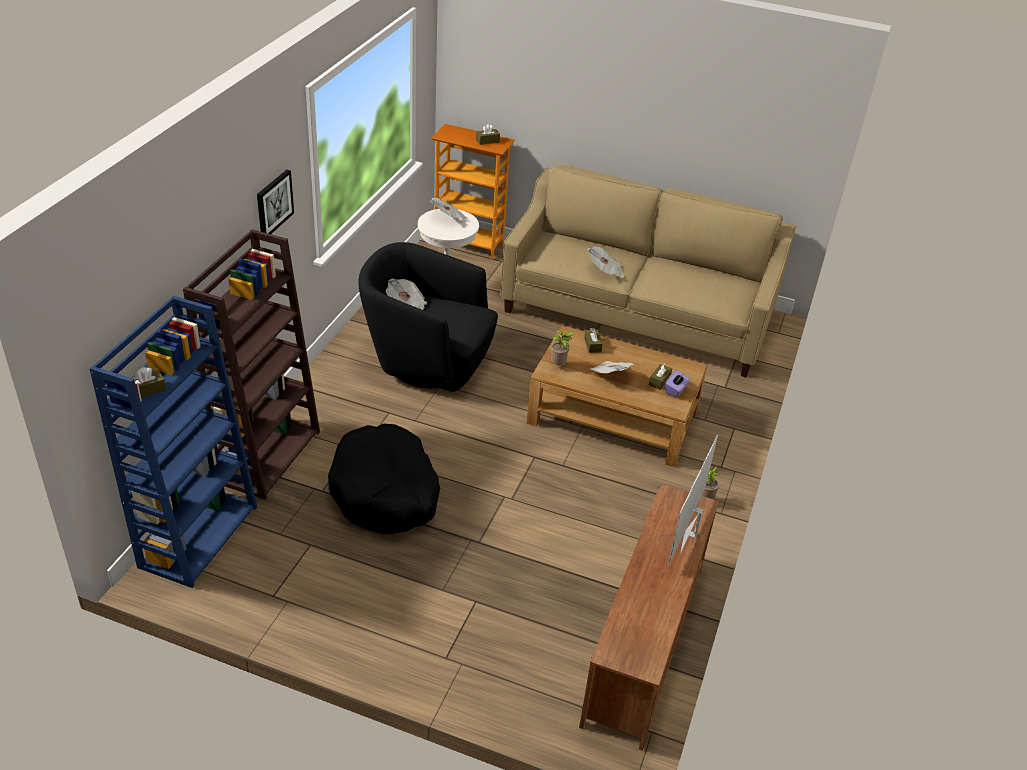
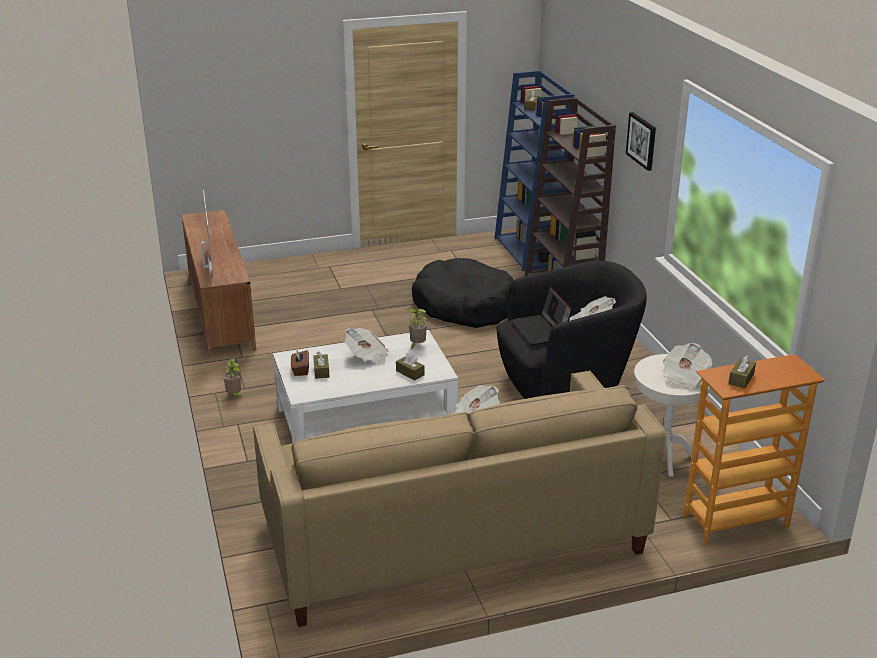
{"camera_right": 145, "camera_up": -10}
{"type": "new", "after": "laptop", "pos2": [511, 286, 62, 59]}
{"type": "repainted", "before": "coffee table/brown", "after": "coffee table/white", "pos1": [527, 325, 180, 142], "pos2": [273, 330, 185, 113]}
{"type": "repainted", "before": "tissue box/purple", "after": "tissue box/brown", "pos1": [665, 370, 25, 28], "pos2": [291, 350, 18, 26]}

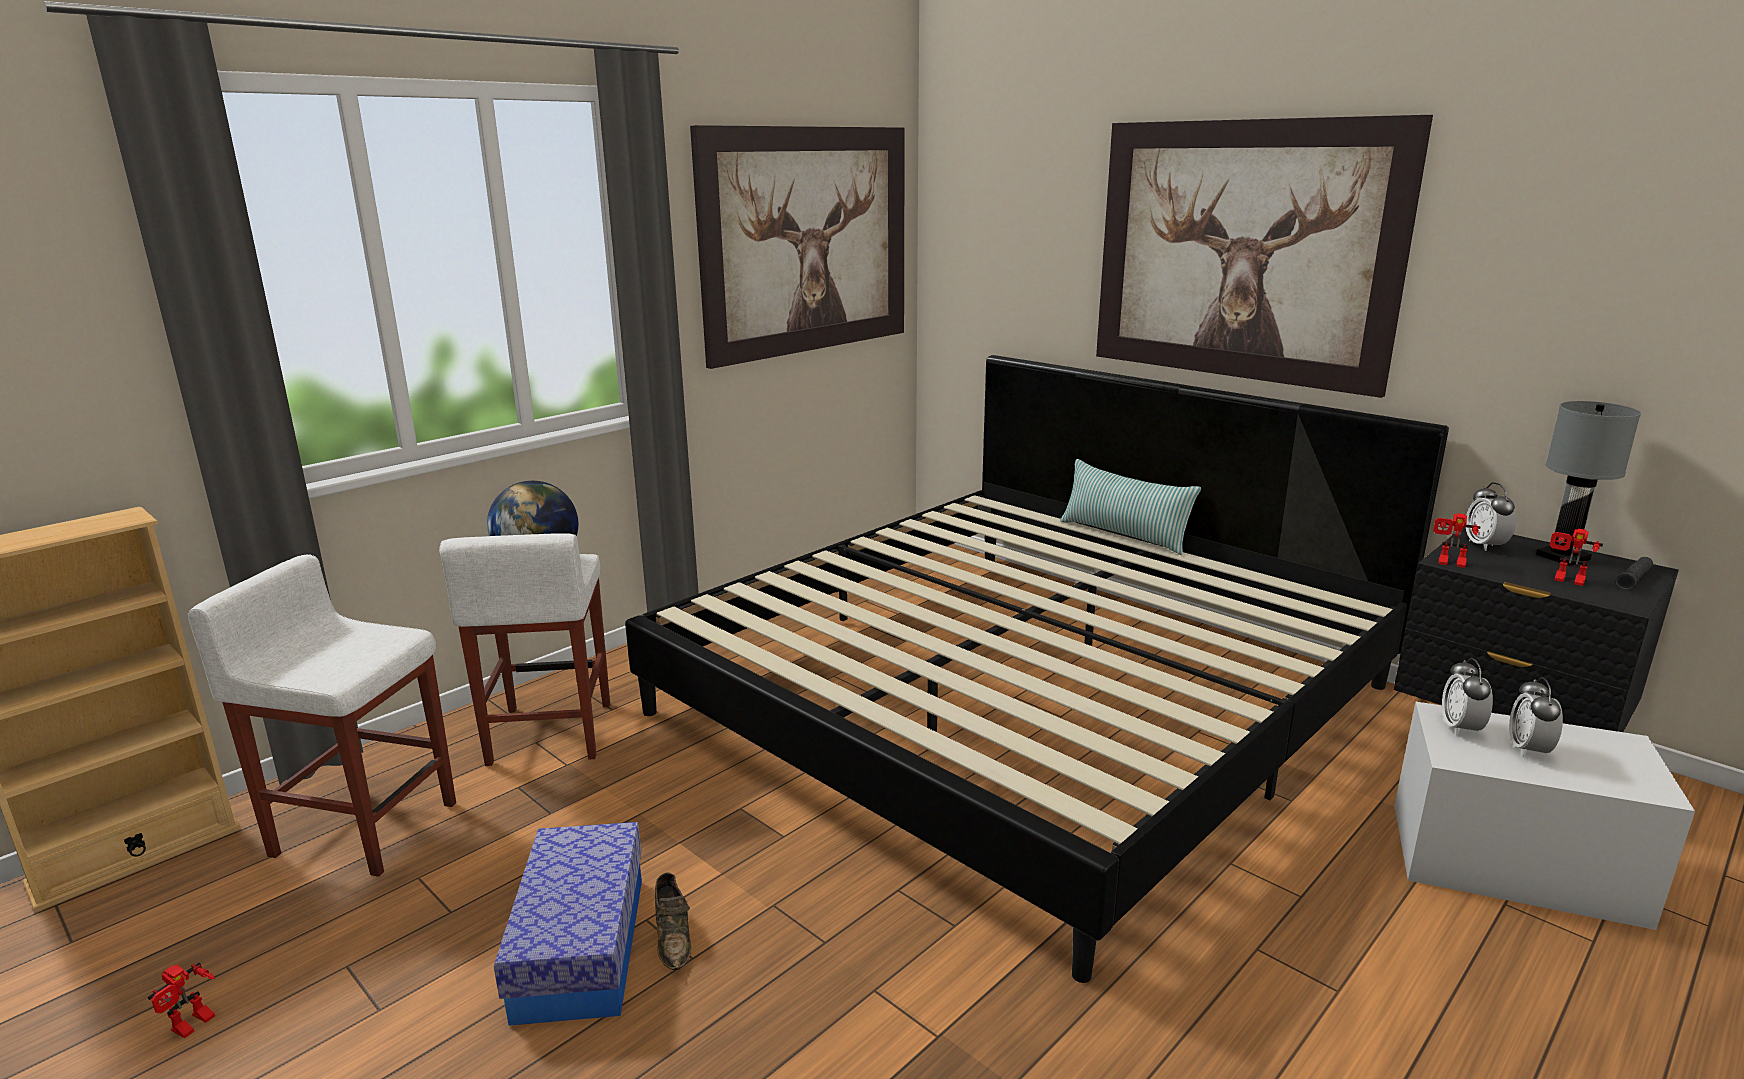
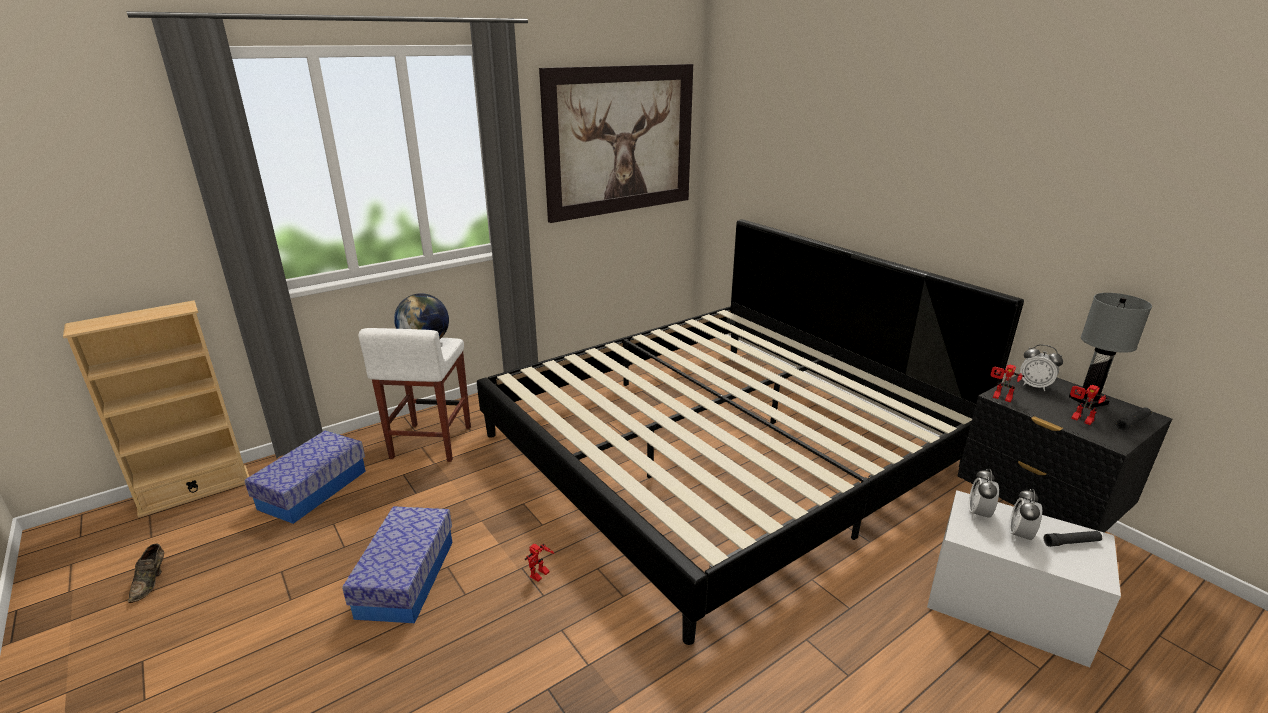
{"camera_right": 10, "camera_up": 5}
{"type": "gone", "before": "pillow", "pos1": [1060, 459, 141, 96]}
{"type": "gone", "before": "picture", "pos1": [1096, 115, 337, 283]}
{"type": "new", "after": "flashlight/black", "pos2": [1044, 531, 58, 16]}
{"type": "shifted", "before": "toy robot", "pos1": [148, 963, 67, 75], "pos2": [525, 544, 30, 38]}
{"type": "shifted", "before": "shoe/brown", "pos1": [654, 873, 37, 97], "pos2": [128, 543, 36, 60]}
{"type": "swapped", "before": "stool/white", "after": "storage box", "pos1": [187, 554, 269, 323], "pos2": [245, 431, 121, 93]}
{"type": "rotated", "before": "alarm clock", "pos1": [1466, 483, 50, 68], "pos2": [1020, 344, 43, 47], "turn": -60}

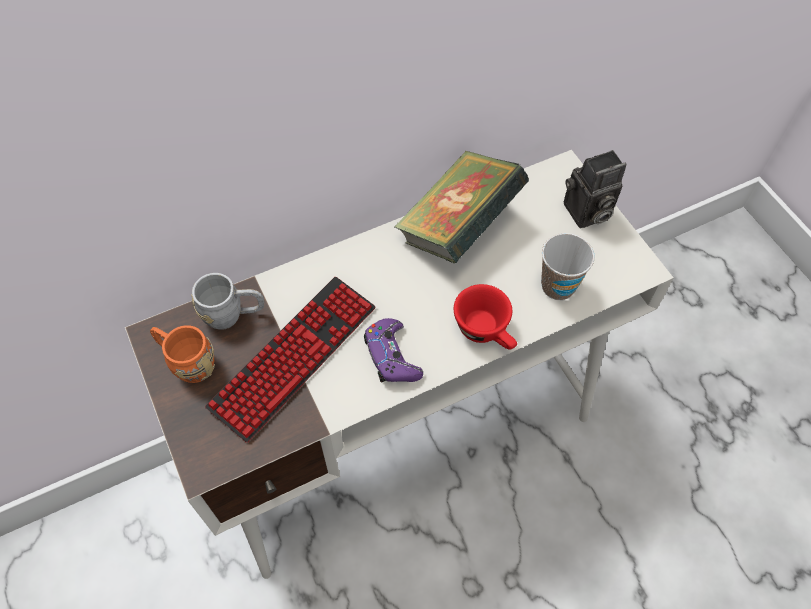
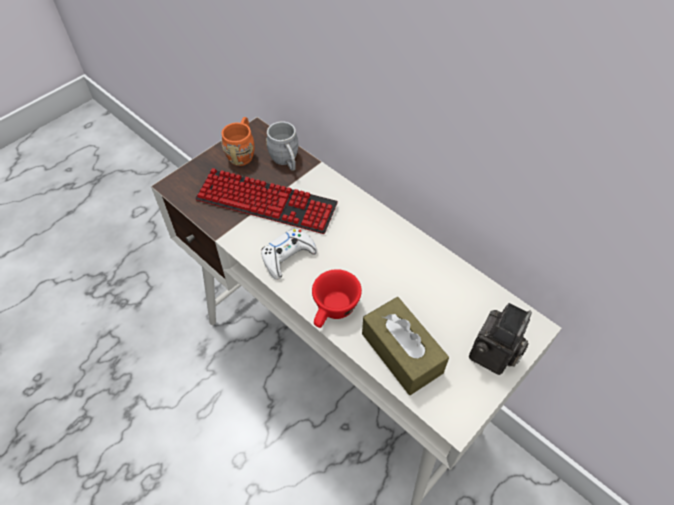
{"camera_right": 70, "camera_up": -5}
{"type": "gone", "before": "book", "pos1": [395, 151, 134, 112]}
{"type": "swapped", "before": "cup", "after": "tissue box/brown", "pos1": [541, 233, 54, 67], "pos2": [362, 297, 87, 98]}
{"type": "repainted", "before": "game controller/purple", "after": "game controller/white", "pos1": [364, 318, 59, 65], "pos2": [261, 228, 56, 52]}
{"type": "rotated", "before": "photo camera", "pos1": [564, 150, 62, 78], "pos2": [469, 303, 63, 72], "turn": -105}

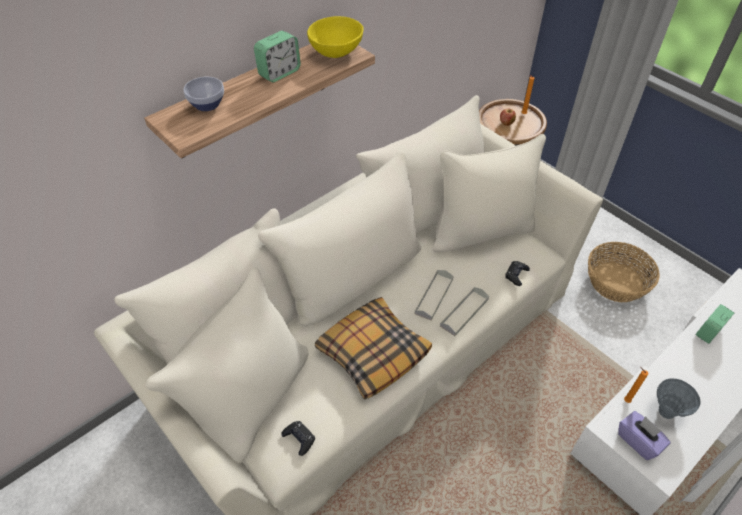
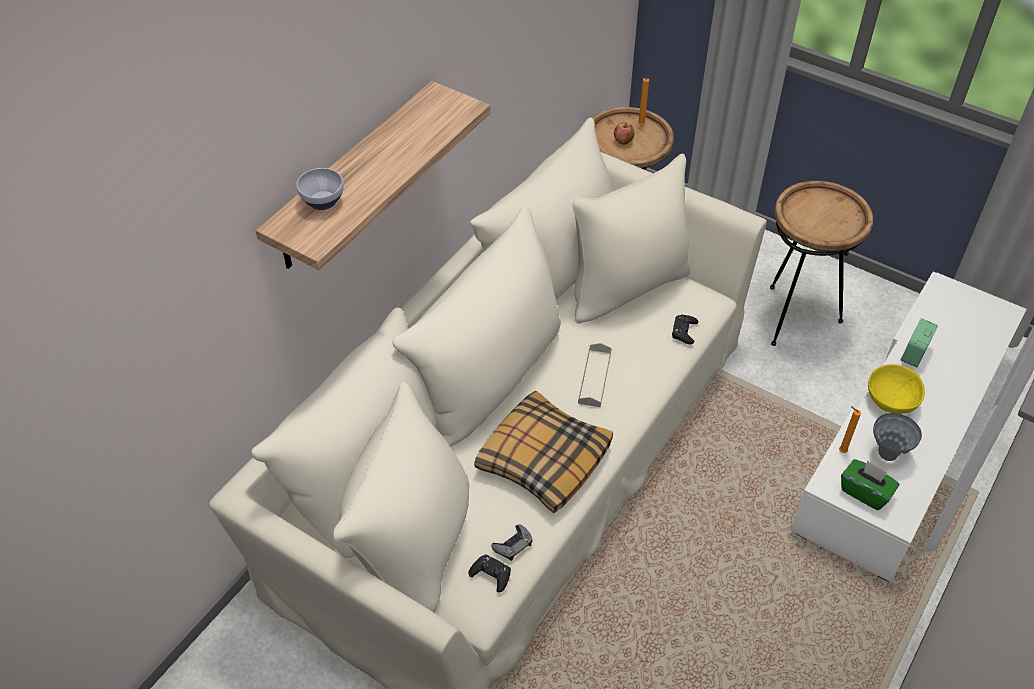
{"camera_right": -15, "camera_up": 0}
{"type": "gone", "before": "alarm clock", "pos1": [254, 31, 47, 51]}
{"type": "gone", "before": "tray/grey", "pos1": [440, 287, 49, 49]}
{"type": "new", "after": "game controller/grey", "pos2": [491, 524, 42, 37]}
{"type": "shifted", "before": "bowl/yellow", "pos1": [307, 16, 57, 42], "pos2": [868, 364, 57, 50]}
{"type": "swapped", "before": "basket", "after": "side table/brown", "pos1": [588, 242, 72, 60], "pos2": [770, 181, 103, 165]}
{"type": "repainted", "before": "tissue box/purple", "after": "tissue box/green", "pos1": [618, 411, 53, 49], "pos2": [841, 459, 58, 51]}

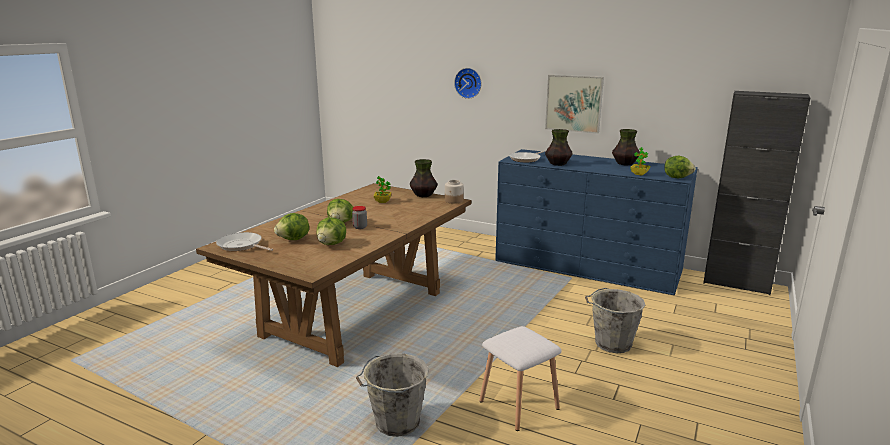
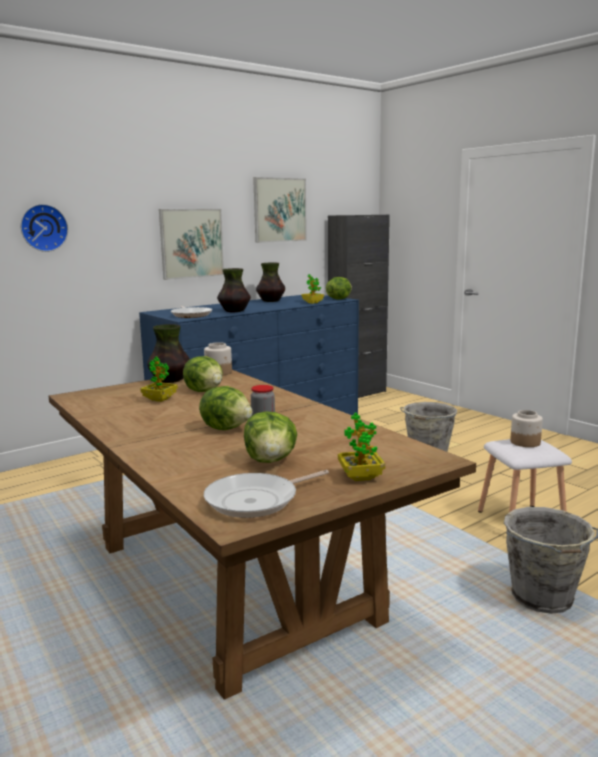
{"camera_right": -65, "camera_up": -5}
{"type": "new", "after": "picture", "pos2": [253, 177, 54, 66]}
{"type": "new", "after": "potted plant", "pos2": [338, 413, 47, 68]}
{"type": "new", "after": "jar", "pos2": [510, 410, 33, 37]}
{"type": "shifted", "before": "lettuce", "pos1": [317, 217, 29, 28], "pos2": [183, 356, 40, 36]}

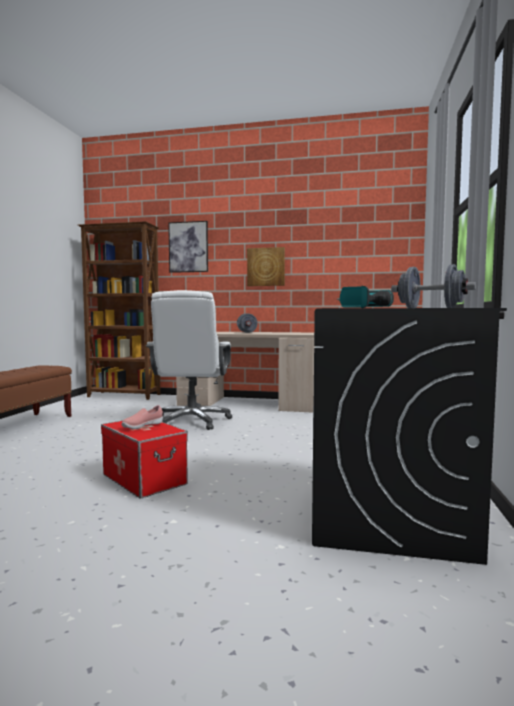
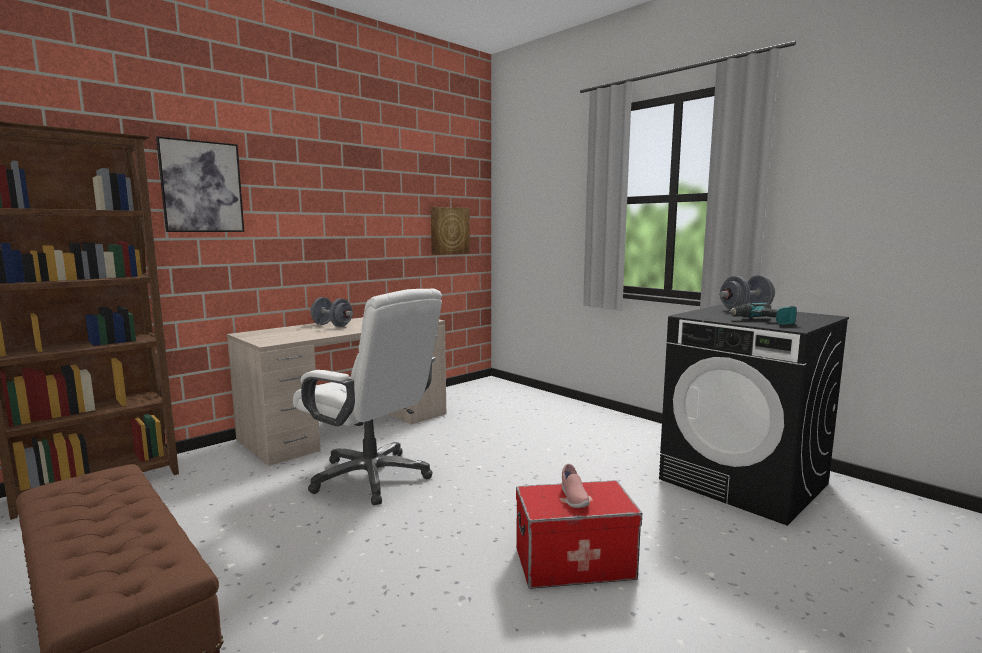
{"camera_right": -55, "camera_up": 5}
{"type": "shifted", "before": "picture", "pos1": [247, 247, 38, 39], "pos2": [431, 207, 39, 48]}

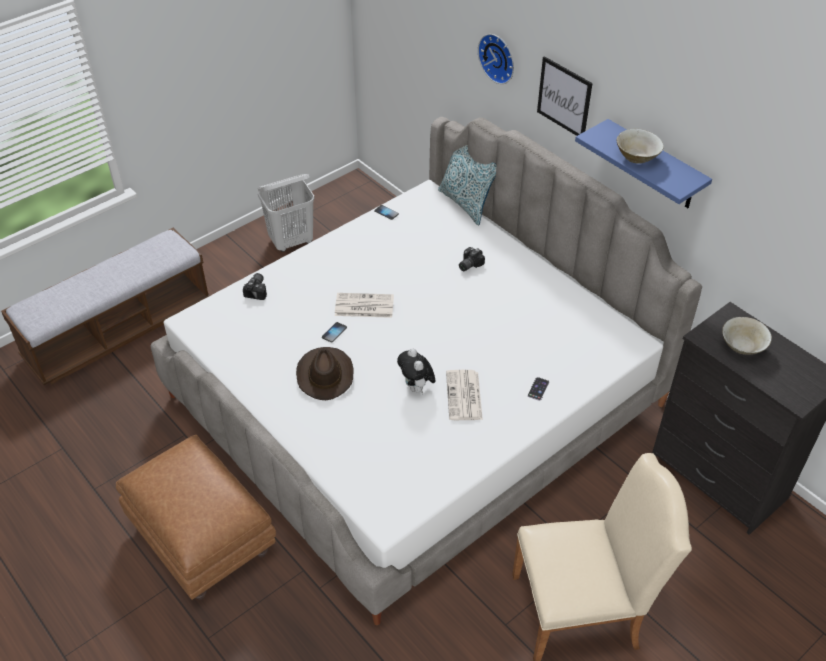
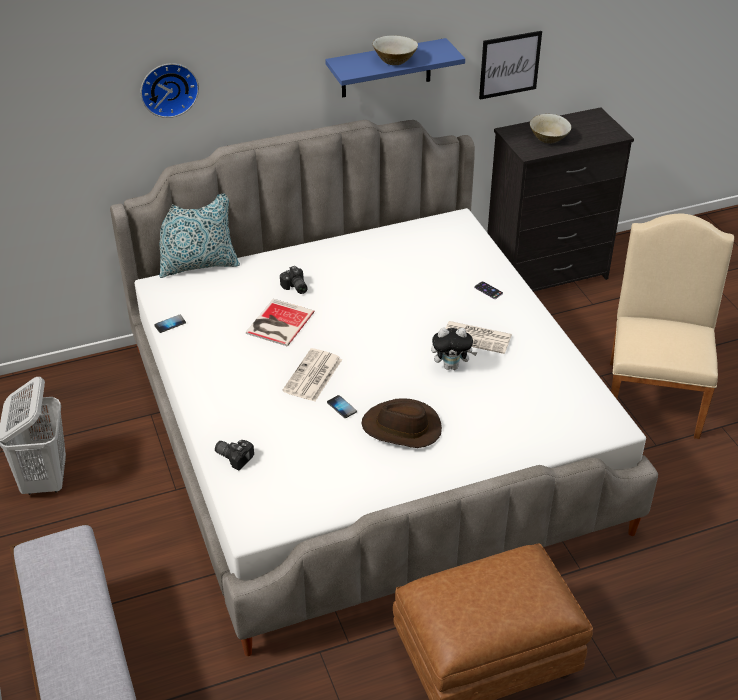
{"camera_right": -70, "camera_up": -5}
{"type": "new", "after": "book", "pos2": [246, 299, 68, 48]}
{"type": "shifted", "before": "picture", "pos1": [537, 56, 56, 80], "pos2": [479, 31, 63, 69]}

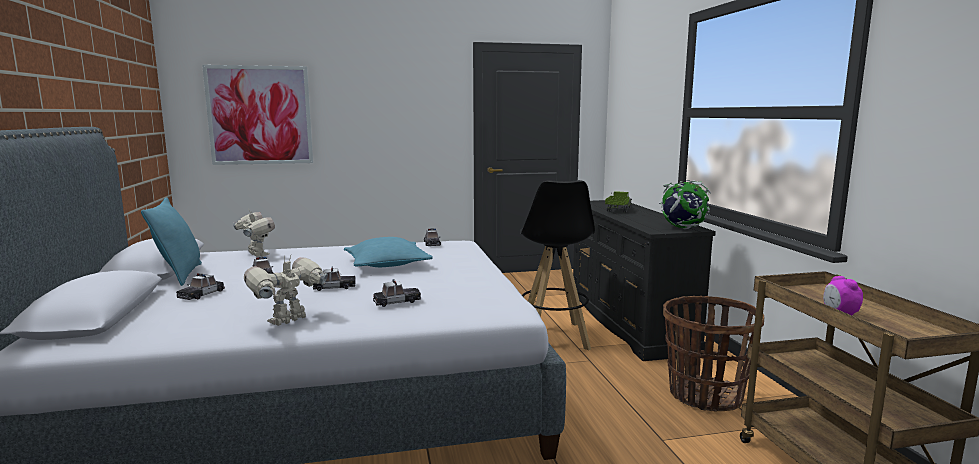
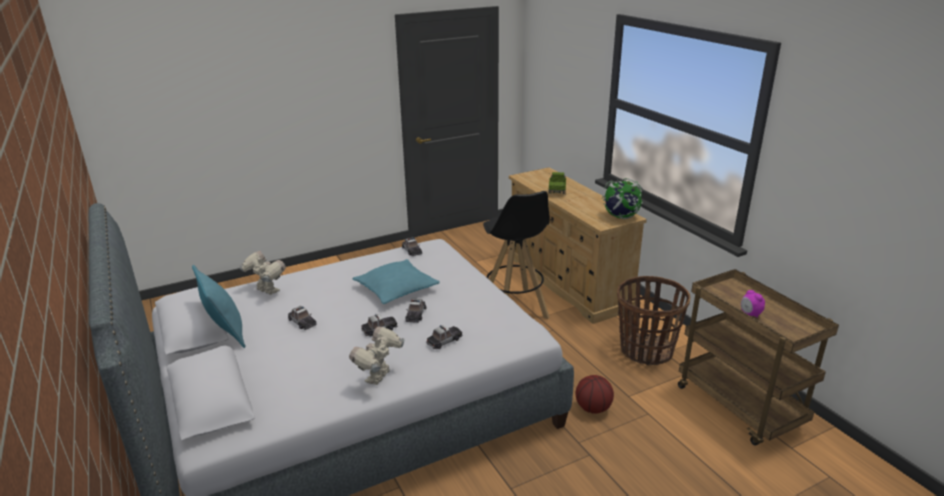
{"camera_right": -15, "camera_up": 15}
{"type": "gone", "before": "picture", "pos1": [202, 65, 111, 100]}
{"type": "new", "after": "basketball", "pos2": [575, 375, 39, 39]}
{"type": "shifted", "before": "toy car", "pos1": [176, 273, 49, 27], "pos2": [405, 299, 21, 24]}
{"type": "repainted", "before": "dresser/black", "after": "dresser/beige", "pos1": [573, 200, 143, 161], "pos2": [509, 167, 138, 157]}

